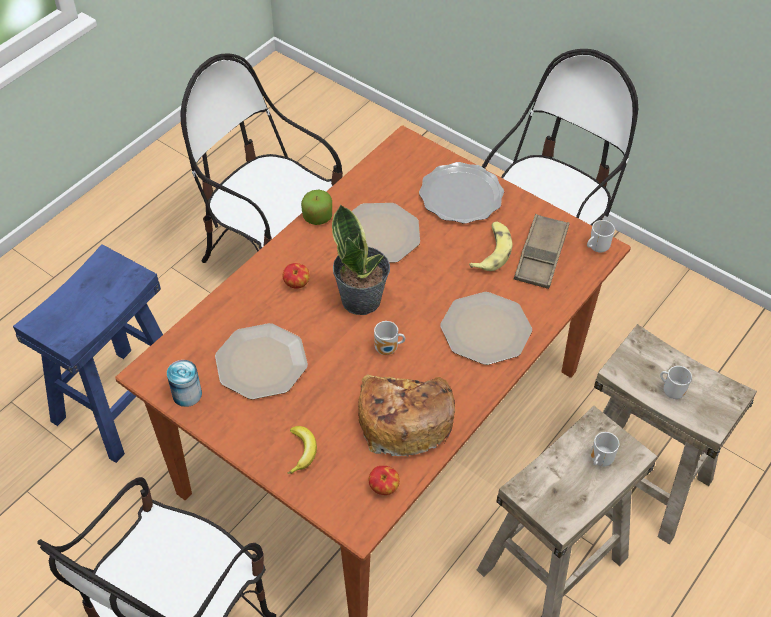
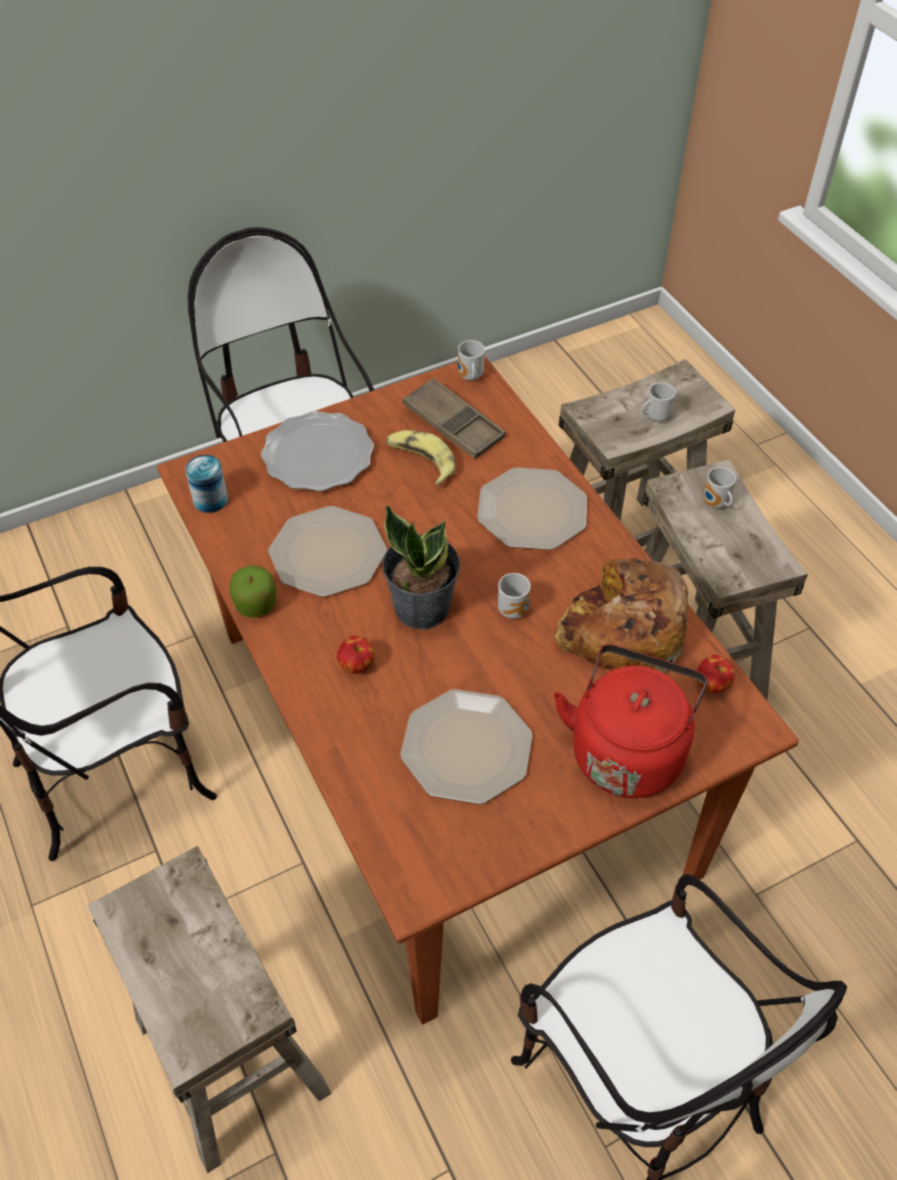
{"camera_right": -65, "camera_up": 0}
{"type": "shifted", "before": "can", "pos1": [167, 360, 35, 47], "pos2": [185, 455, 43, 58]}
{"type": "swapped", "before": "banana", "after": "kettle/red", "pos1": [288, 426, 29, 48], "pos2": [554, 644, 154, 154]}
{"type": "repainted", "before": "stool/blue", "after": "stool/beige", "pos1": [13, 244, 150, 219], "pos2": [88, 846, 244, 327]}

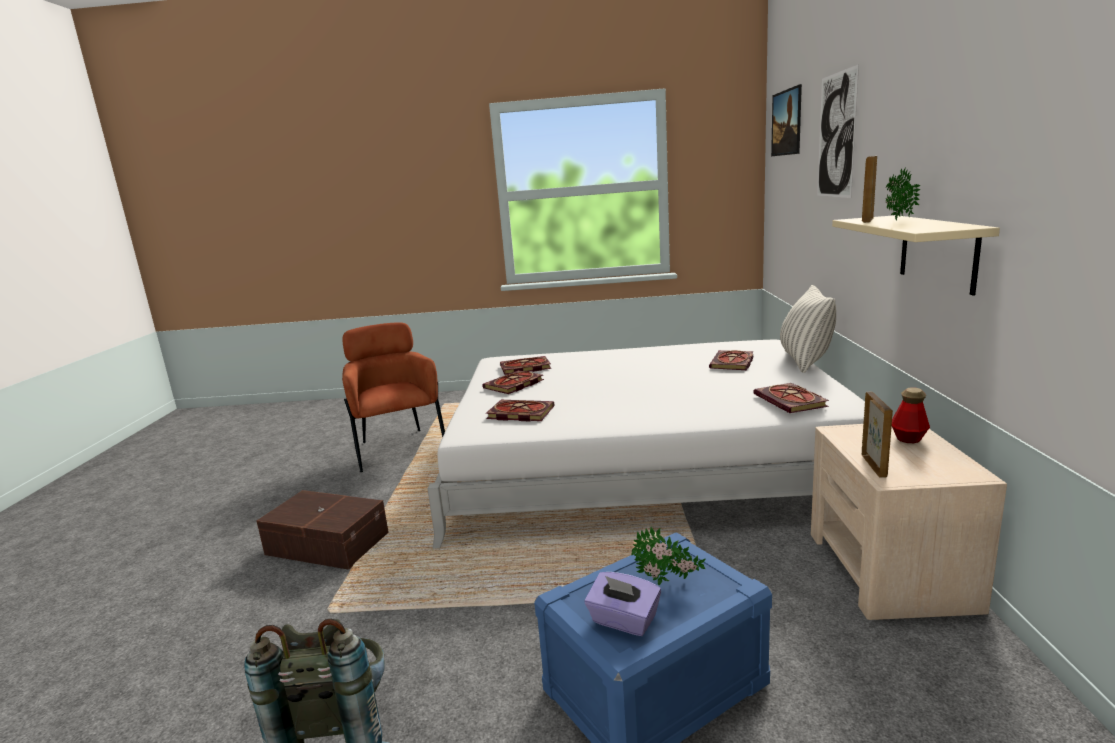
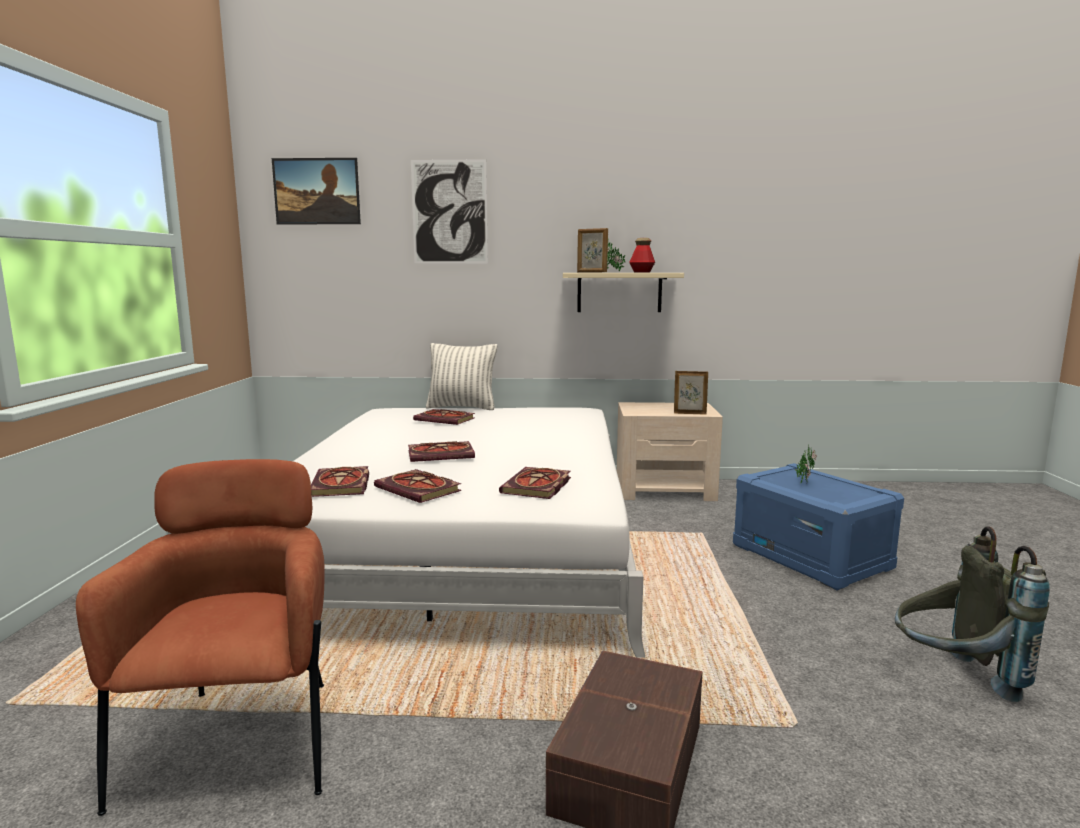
{"camera_right": -90, "camera_up": -5}
{"type": "gone", "before": "tissue box/purple", "pos1": [585, 572, 76, 64]}
{"type": "shifted", "before": "book", "pos1": [754, 383, 75, 30], "pos2": [408, 441, 67, 21]}
{"type": "shifted", "before": "bottle", "pos1": [892, 387, 38, 56], "pos2": [629, 238, 26, 35]}
{"type": "rotated", "before": "armchair/brown", "pos1": [342, 322, 103, 150], "pos2": [76, 459, 249, 357], "turn": 105}

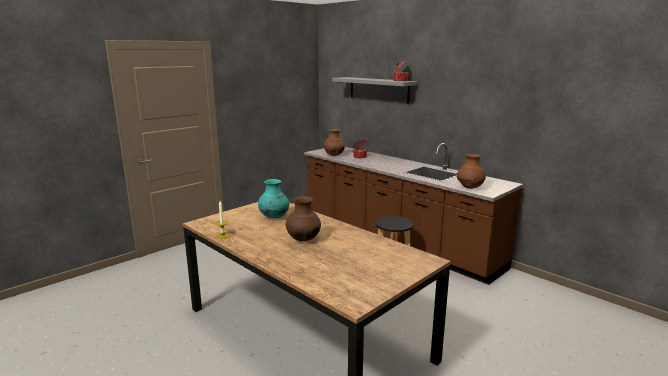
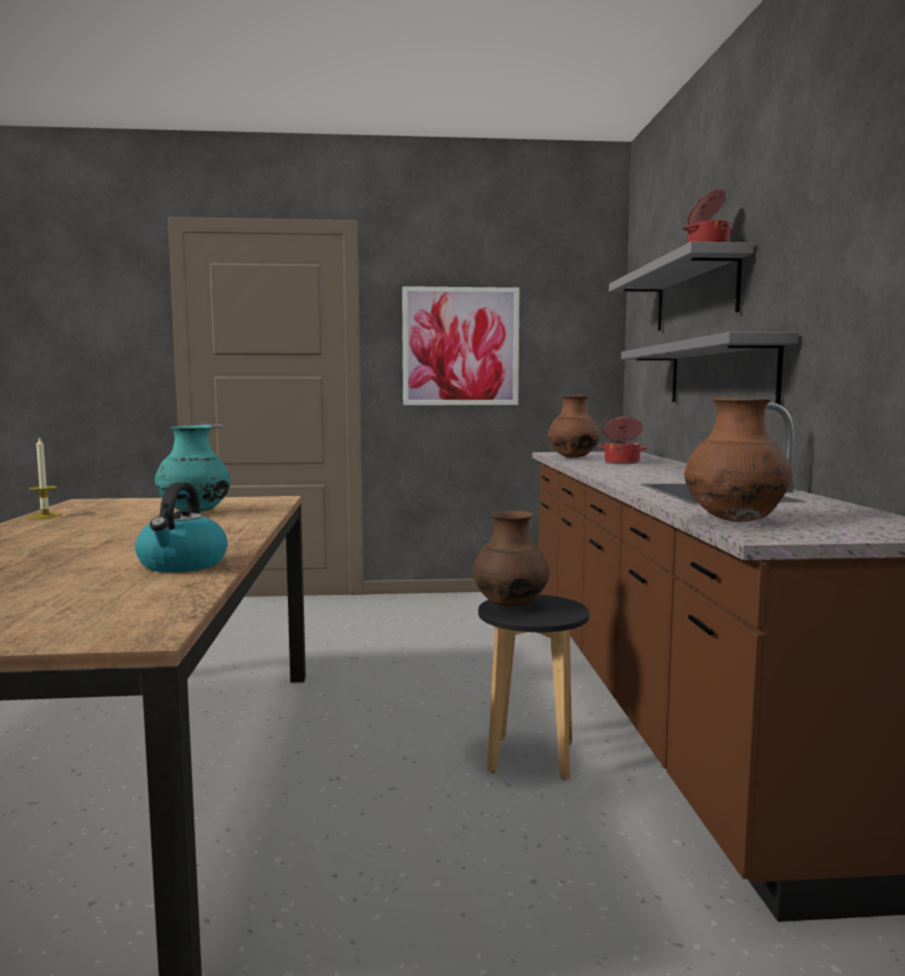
{"camera_right": 40, "camera_up": -10}
{"type": "new", "after": "kettle", "pos2": [135, 482, 93, 90]}
{"type": "new", "after": "picture", "pos2": [402, 286, 118, 119]}
{"type": "new", "after": "shelf/grey", "pos2": [621, 332, 177, 73]}
{"type": "shifted", "before": "vase/brown", "pos1": [286, 196, 35, 45], "pos2": [473, 511, 77, 96]}

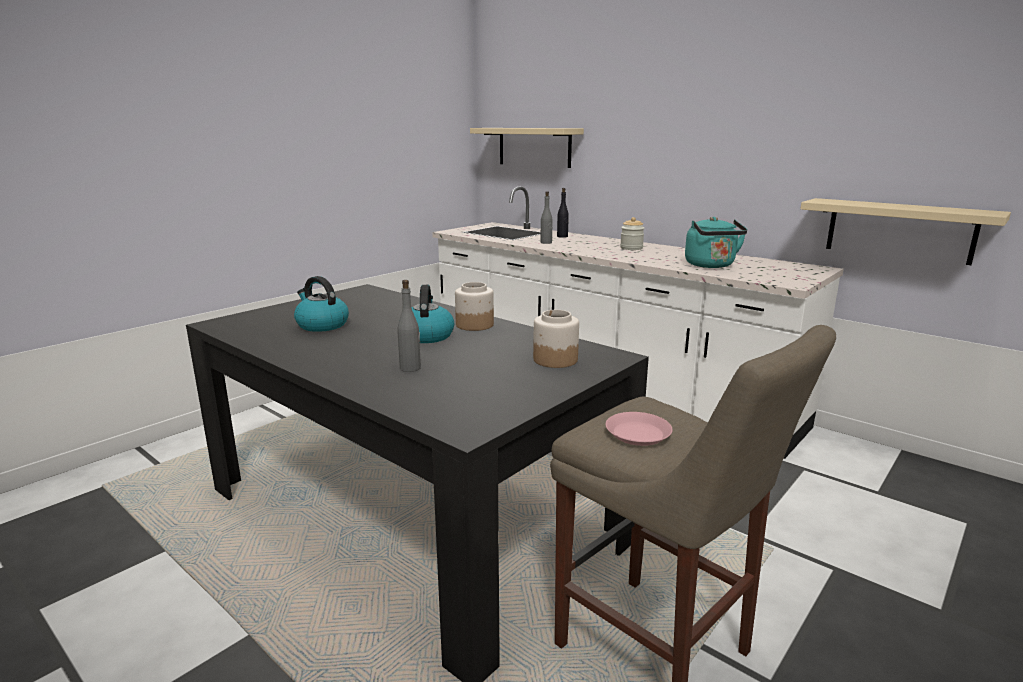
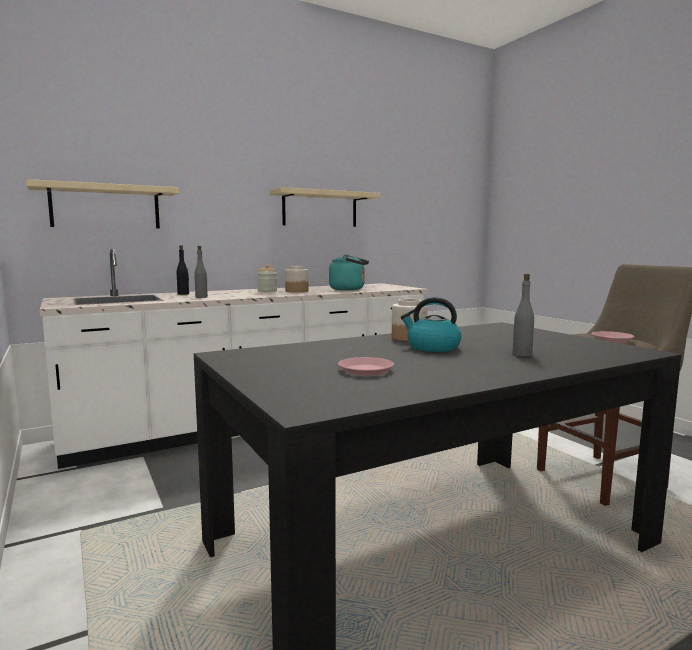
{"camera_right": -70, "camera_up": -10}
{"type": "shifted", "before": "jar", "pos1": [533, 310, 46, 58], "pos2": [285, 266, 24, 27]}
{"type": "shifted", "before": "shelf/beige", "pos1": [800, 198, 211, 67], "pos2": [270, 187, 111, 40]}
{"type": "swapped", "before": "kettle", "after": "plate/pink", "pos1": [294, 276, 55, 56], "pos2": [338, 357, 56, 19]}

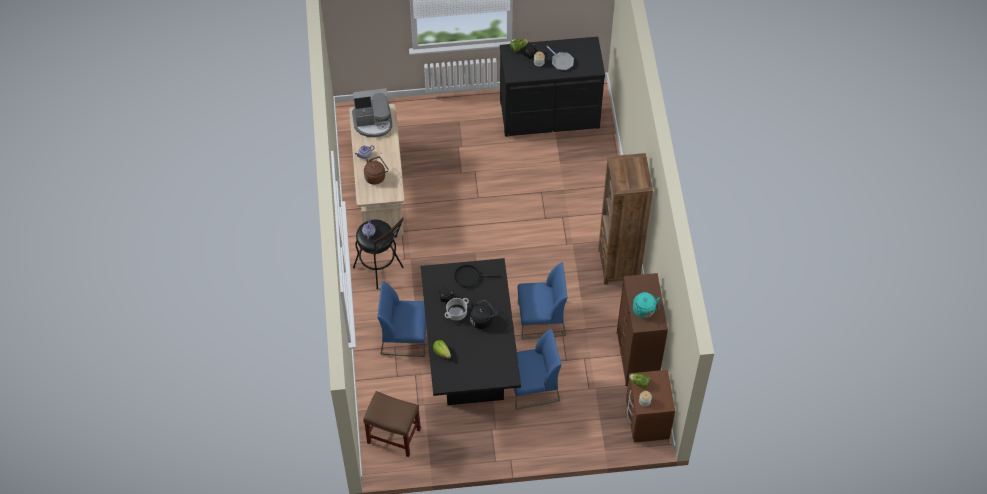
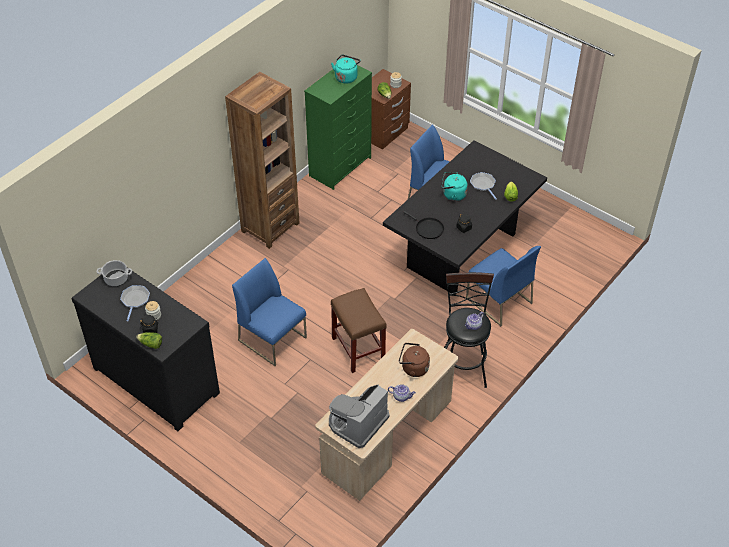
{"camera_right": -135, "camera_up": -10}
{"type": "new", "after": "frying pan", "pos2": [470, 172, 27, 28]}
{"type": "shifted", "before": "stool/brown", "pos1": [363, 391, 58, 66], "pos2": [331, 288, 56, 85]}
{"type": "shifted", "before": "cooking pot", "pos1": [445, 298, 24, 23], "pos2": [96, 260, 36, 26]}
{"type": "shifted", "before": "chair/blue", "pos1": [517, 262, 51, 77], "pos2": [232, 258, 75, 108]}
{"type": "repainted", "before": "kettle/black", "after": "kettle/turquoise", "pos1": [470, 299, 27, 30], "pos2": [442, 172, 26, 29]}
{"type": "repainted", "before": "dresser/brown", "after": "dresser/green", "pos1": [617, 273, 51, 113], "pos2": [304, 65, 68, 125]}
{"type": "rotated", "before": "coffee machine", "pos1": [352, 88, 40, 49], "pos2": [329, 385, 60, 63], "turn": -90}

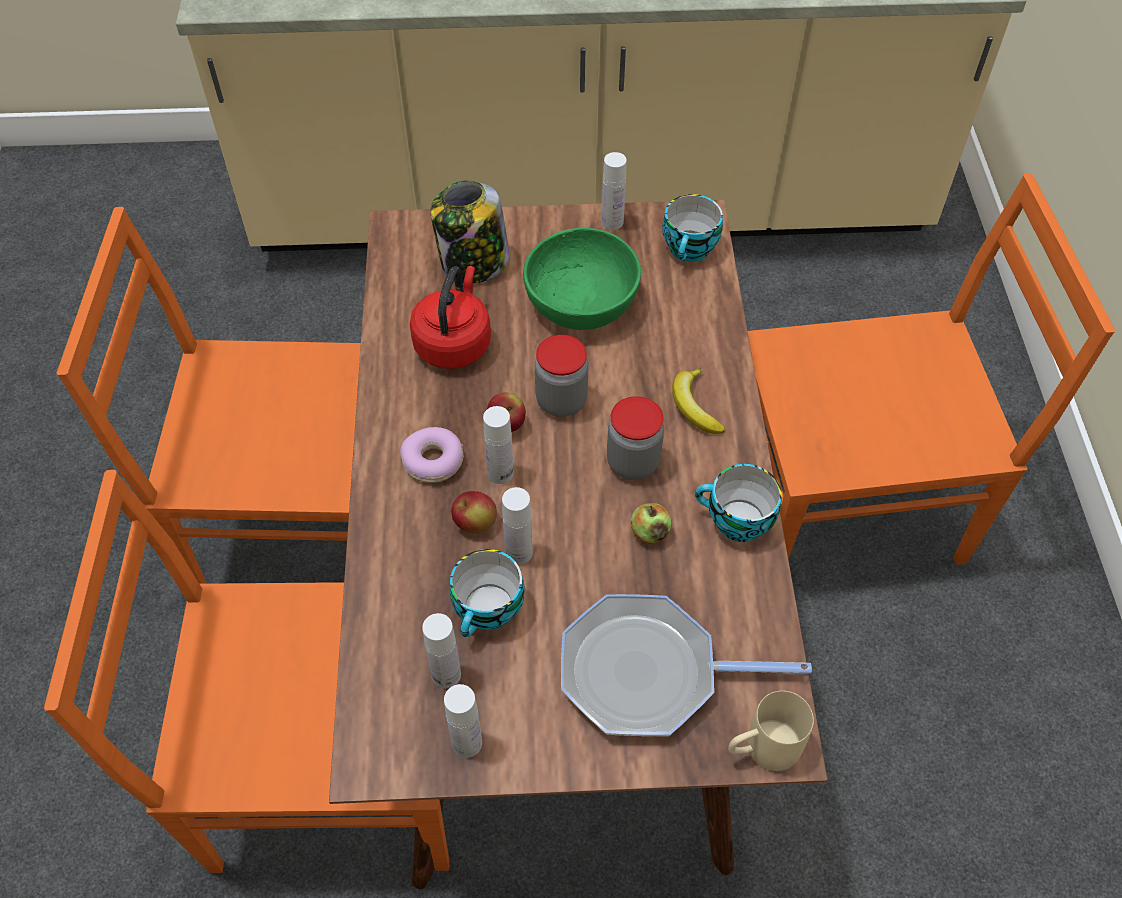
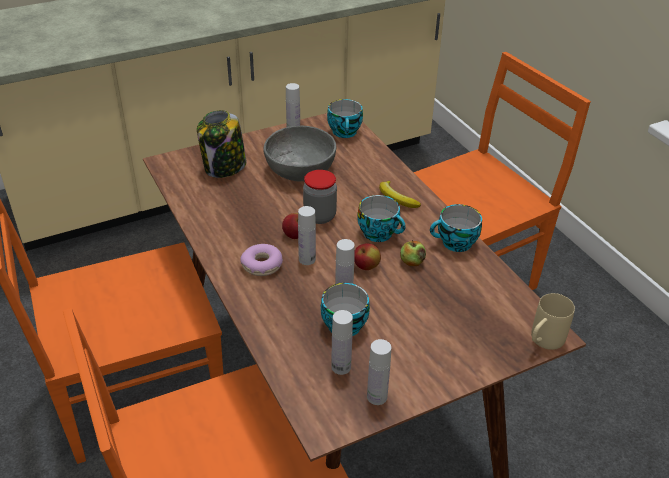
{"camera_right": -25, "camera_up": -15}
{"type": "gone", "before": "kettle/red", "pos1": [410, 266, 81, 103]}
{"type": "gone", "before": "frying pan", "pos1": [561, 594, 251, 142]}
{"type": "shifted", "before": "apple", "pos1": [451, 491, 46, 42], "pos2": [354, 243, 27, 27]}
{"type": "swapped", "before": "jar", "after": "cup", "pos1": [607, 396, 57, 84], "pos2": [357, 195, 49, 47]}
{"type": "repainted", "before": "bowl/green", "after": "bowl/grey", "pos1": [523, 228, 118, 102], "pos2": [263, 126, 73, 55]}

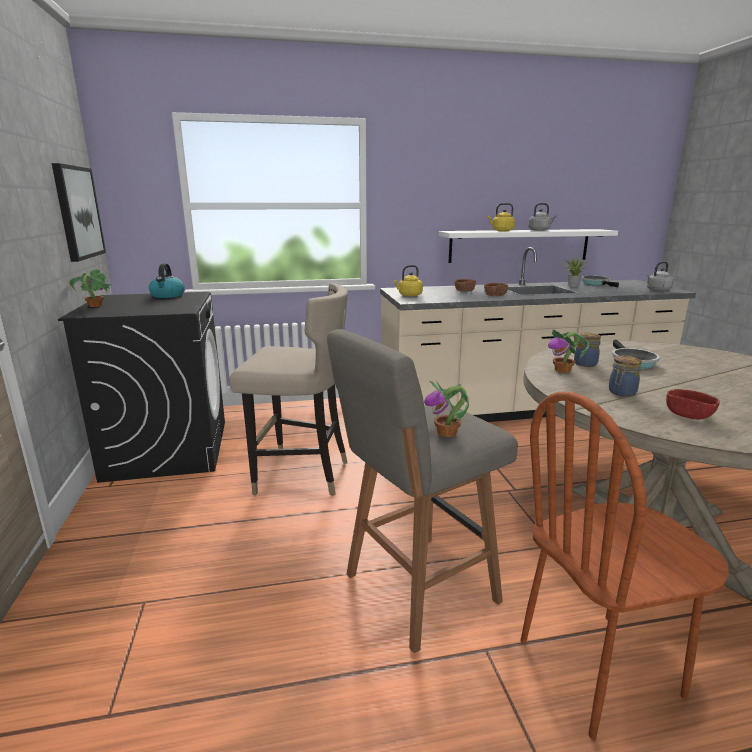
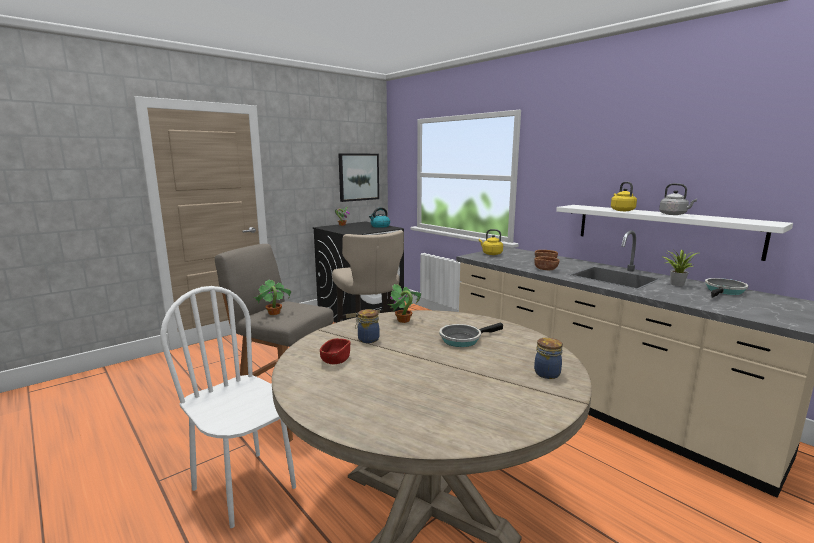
{"camera_right": 60, "camera_up": -5}
{"type": "gone", "before": "kettle/grey", "pos1": [646, 262, 28, 29]}
{"type": "shifted", "before": "jar", "pos1": [574, 333, 27, 34], "pos2": [534, 338, 29, 41]}
{"type": "repainted", "before": "chair/brown", "after": "chair/white", "pos1": [521, 391, 208, 349], "pos2": [160, 286, 136, 242]}

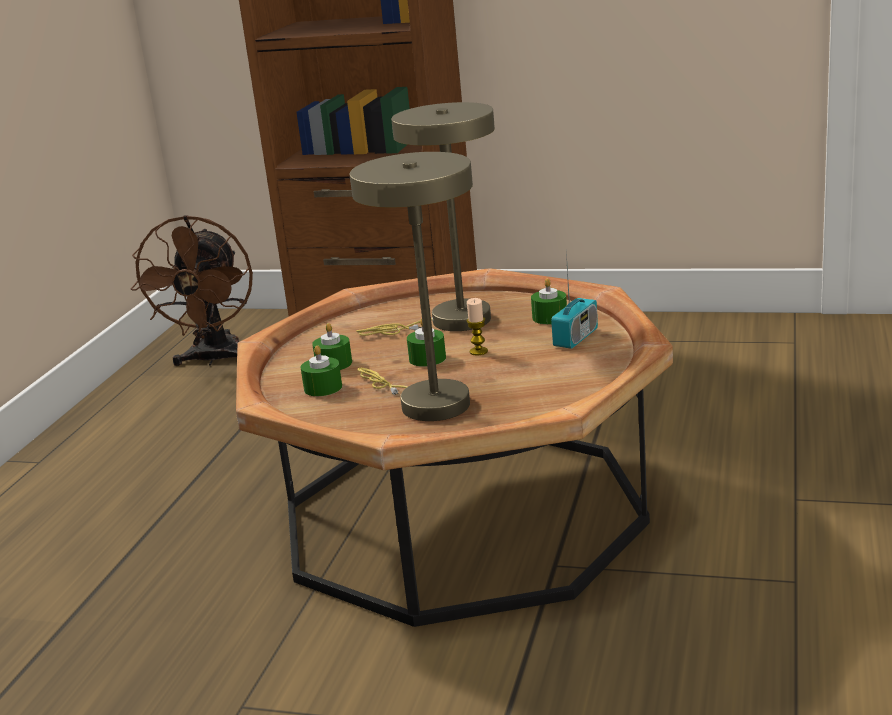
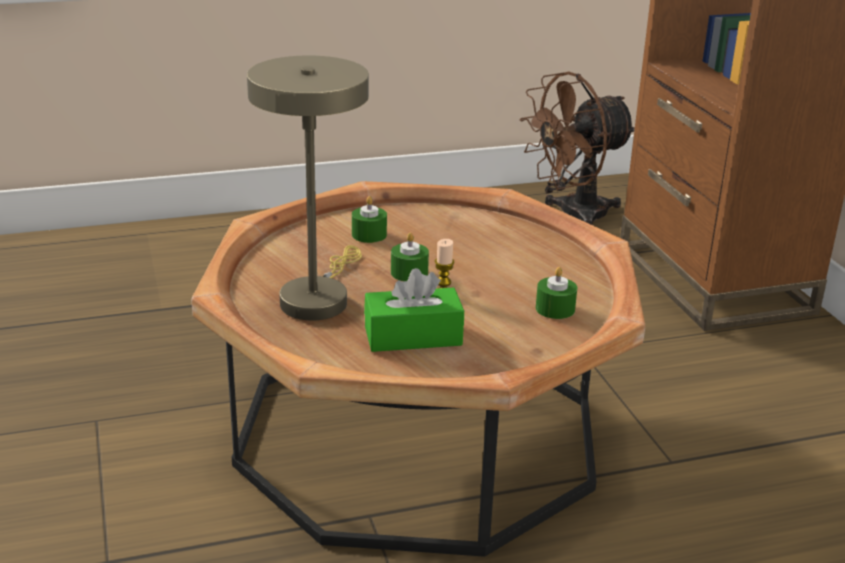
{"camera_right": 55, "camera_up": 5}
{"type": "gone", "before": "candle/green", "pos1": [301, 345, 41, 51]}
{"type": "gone", "before": "table lamp/beige", "pos1": [356, 102, 139, 234]}
{"type": "gone", "before": "radio", "pos1": [551, 253, 47, 96]}
{"type": "new", "after": "tissue box/green", "pos2": [364, 268, 100, 84]}

